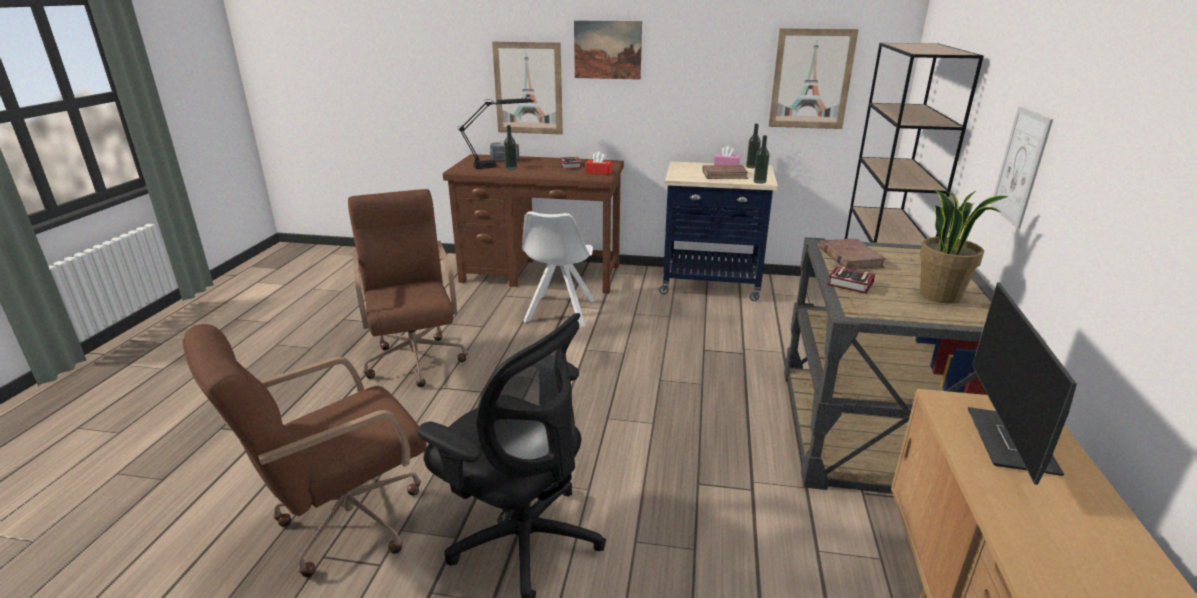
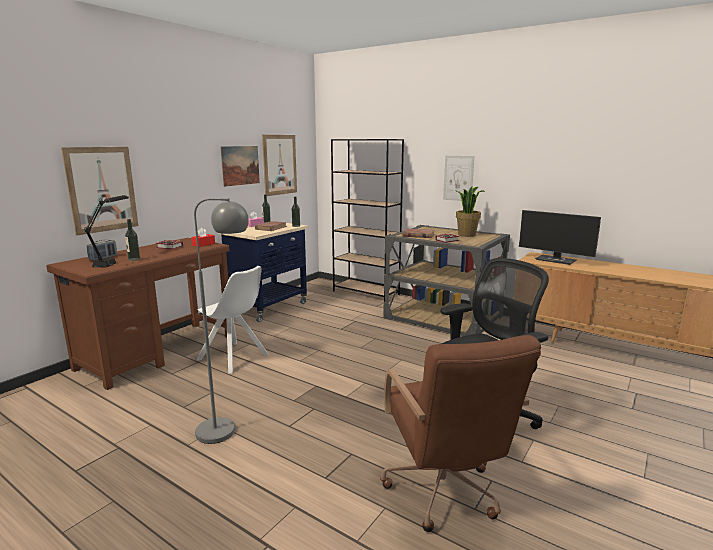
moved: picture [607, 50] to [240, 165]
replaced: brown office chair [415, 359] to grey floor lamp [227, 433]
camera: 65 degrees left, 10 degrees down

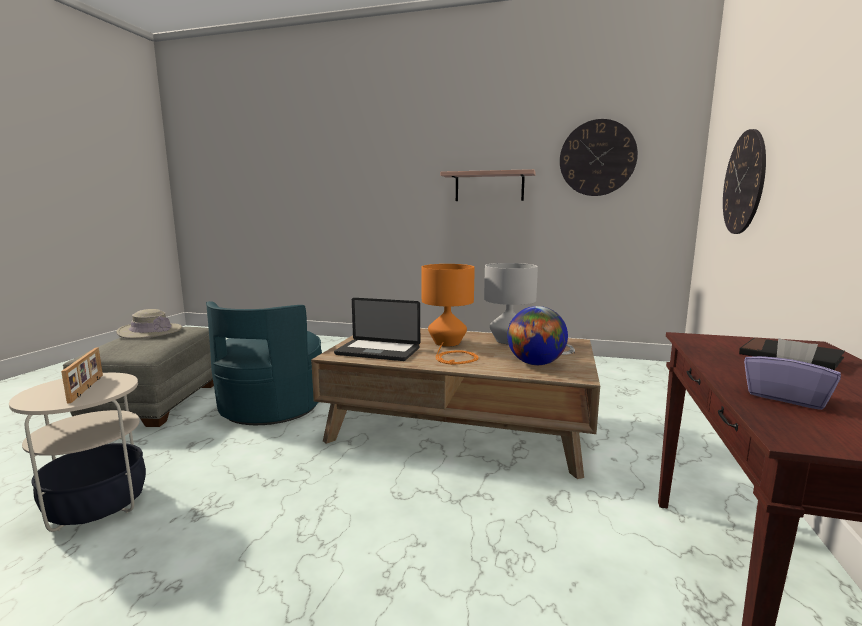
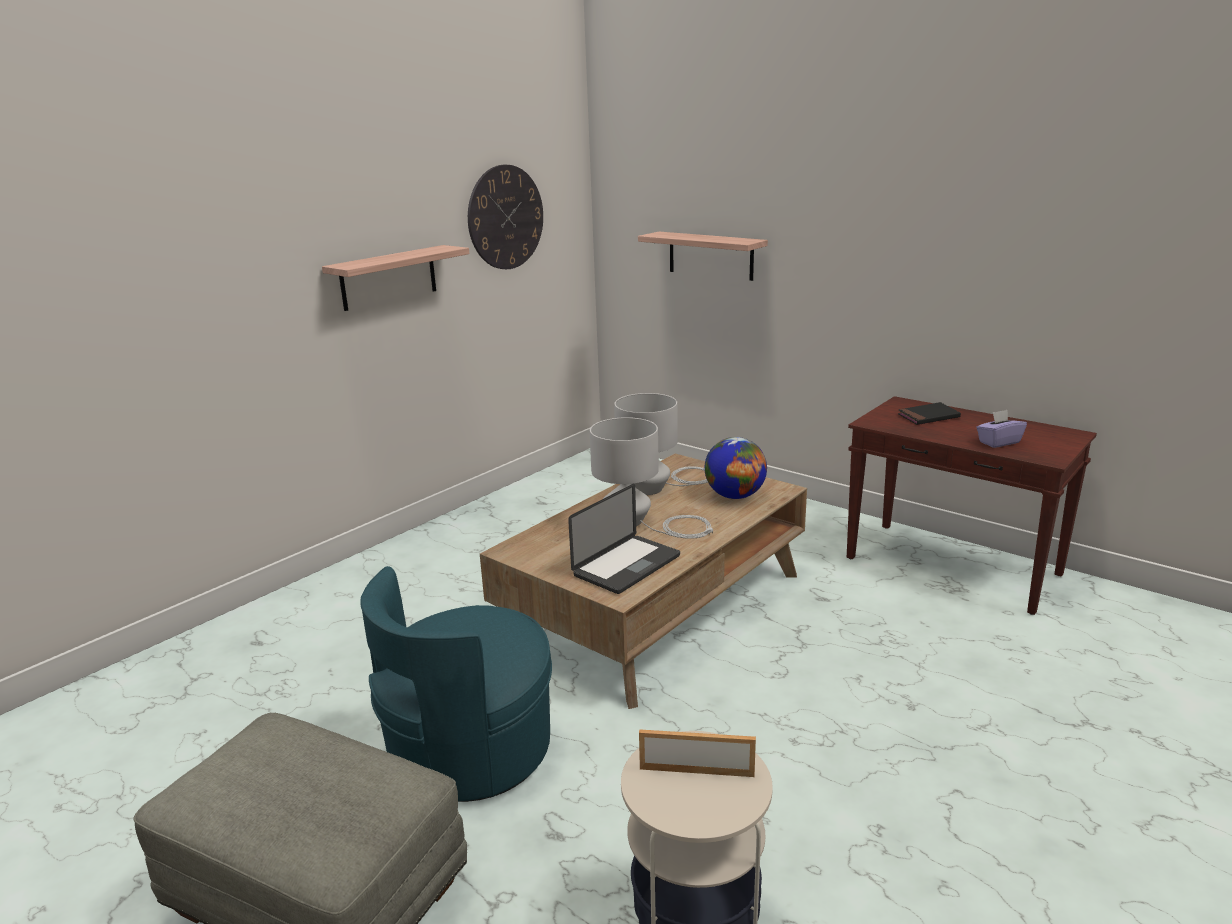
removed: beige hat [150, 331]
replaced: wall clock [744, 183] to shelf [710, 255]
recoloured: orange table lamp [450, 348] to grey table lamp [649, 523]
turned: turquoise armchair [270, 406] = [470, 748] 105 degrees clockwise
camera: 65 degrees left, 10 degrees up

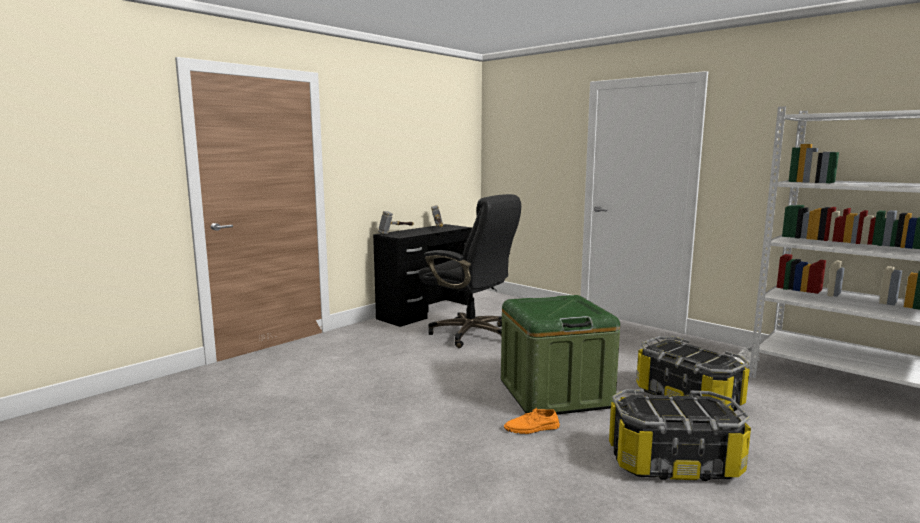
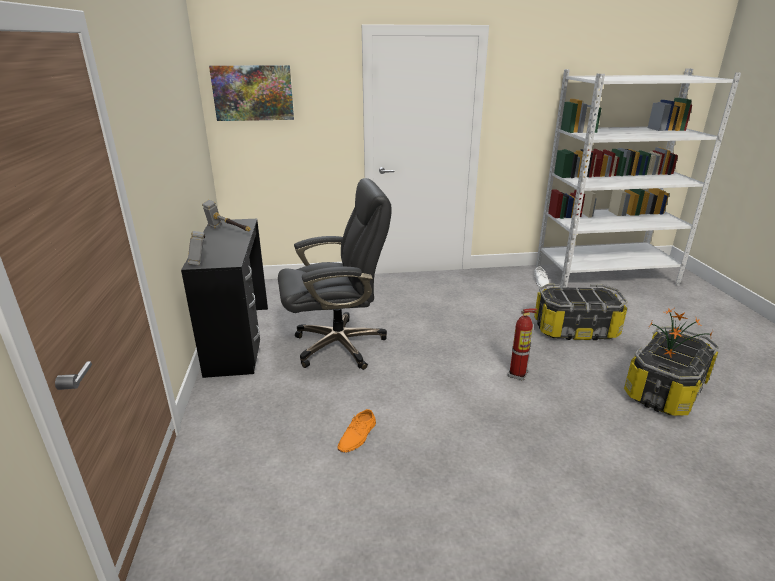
added: picture [253, 93]; potted plant [669, 352]
moved: orange shoe [532, 428] to [358, 436]
replaced: green storage box [555, 393] to fire extinguisher [517, 374]
camera: 50 degrees left, 15 degrees up

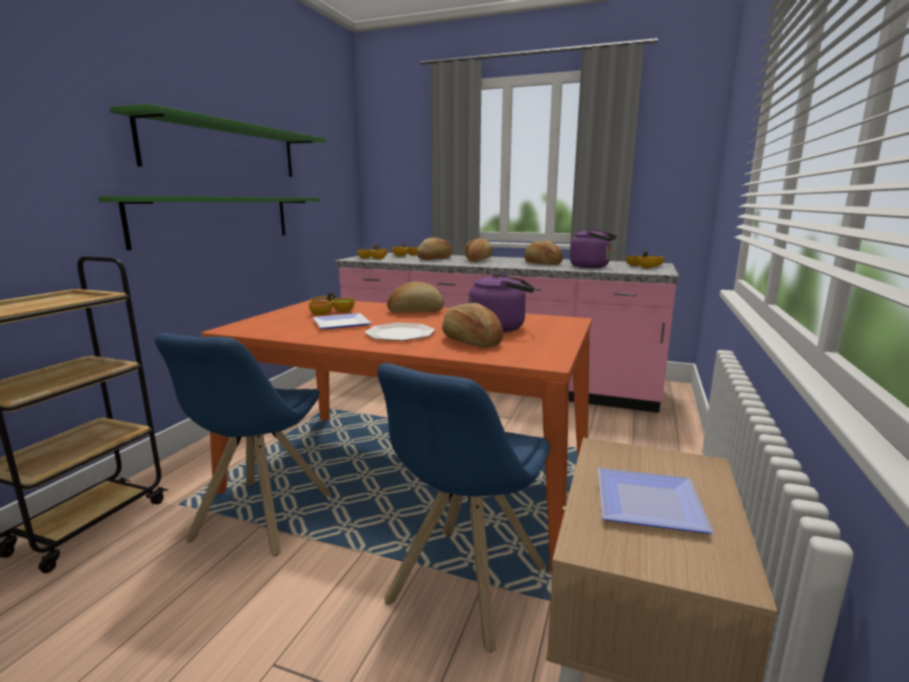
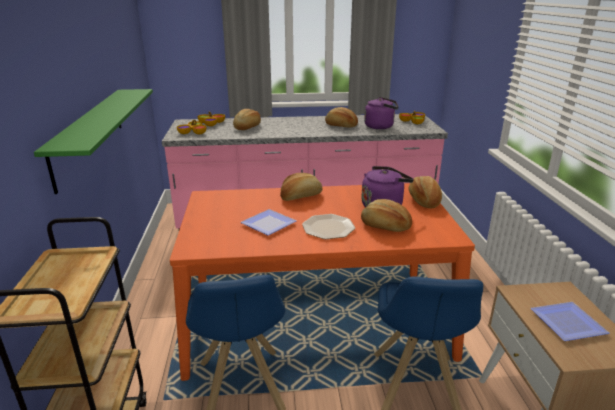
removed: green shelf [225, 149]; bowl [329, 311]
moved: bread [479, 260] to [424, 200]
camera: 25 degrees left, 10 degrees up

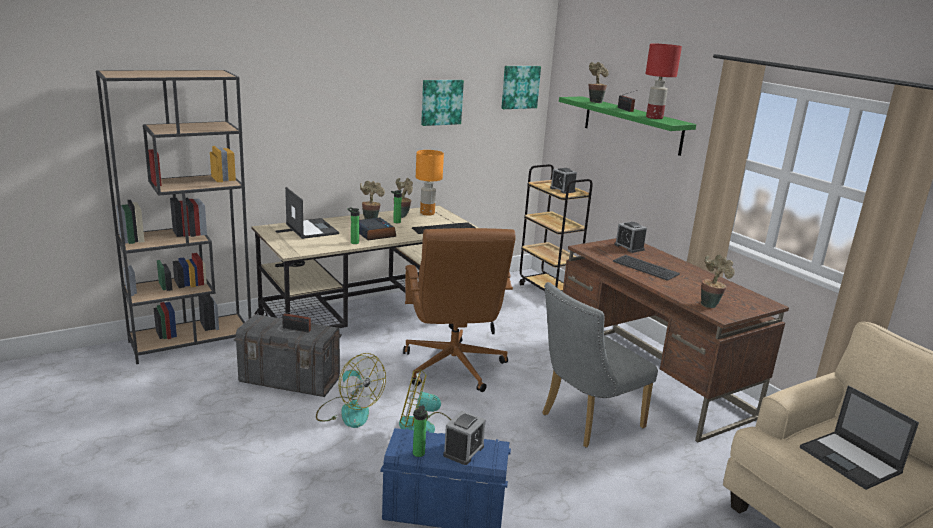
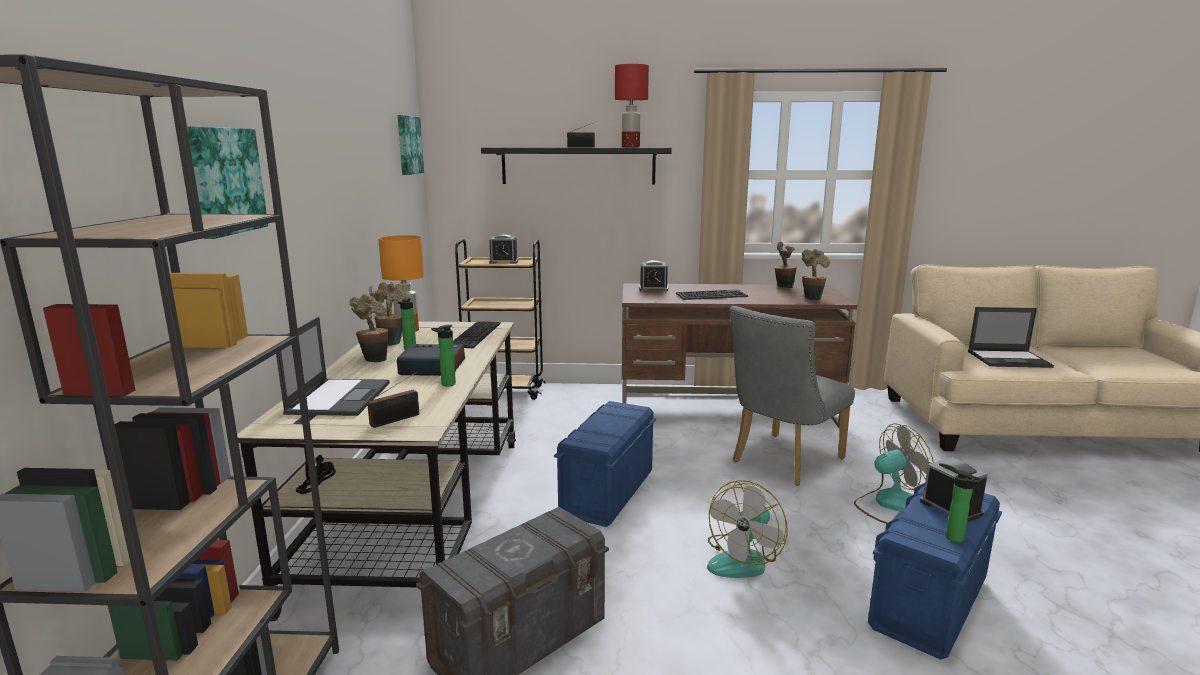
moved: picture [441, 102] to [224, 181]; radio [298, 329] to [398, 419]; potted plant [595, 102] to [783, 287]; fan [348, 411] to [890, 505]
replaced: brown office chair [453, 365] to blue storage box [607, 493]
recoloured: green shelf [632, 125] to black shelf [578, 165]
turned: laptop [311, 229] = [339, 397] 90 degrees clockwise; grey chair [586, 422] = [782, 462] 45 degrees clockwise
camera: 55 degrees left, 5 degrees down

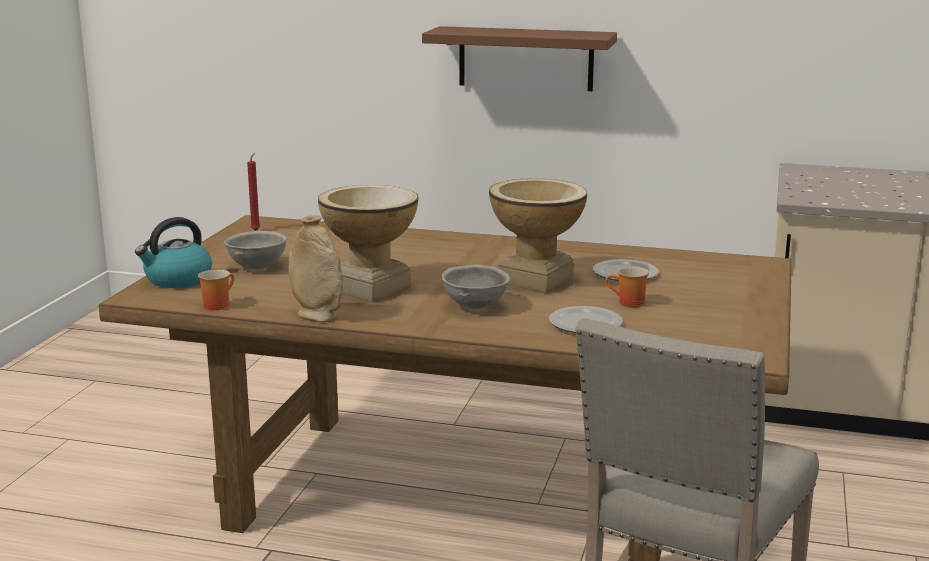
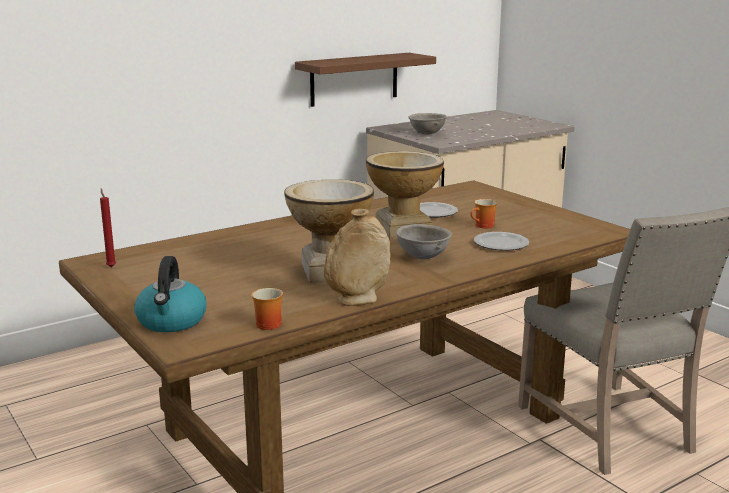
moved: brown shelf [525, 58] to [354, 79]; grey bowl [256, 267] to [426, 134]
camera: 50 degrees left, 0 degrees up

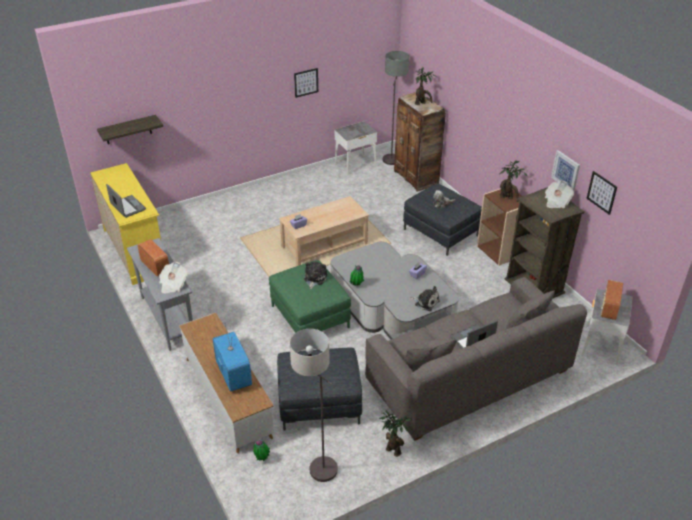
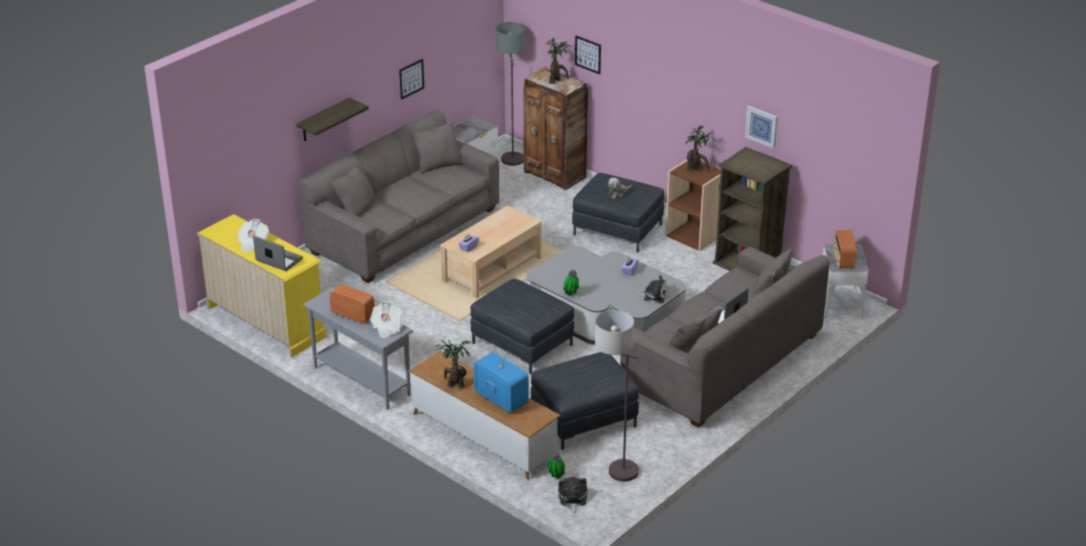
added: grey sofa [405, 231]
moved: newspaper [556, 201] to [252, 243]; shelf [128, 130] to [323, 120]; potted plant [392, 449] to [454, 385]; plush toy [314, 278] to [572, 499]; picture [602, 192] to [588, 54]
recoloured: green ottoman [309, 316] to grey ottoman [521, 344]
camera: 20 degrees left, 5 degrees down

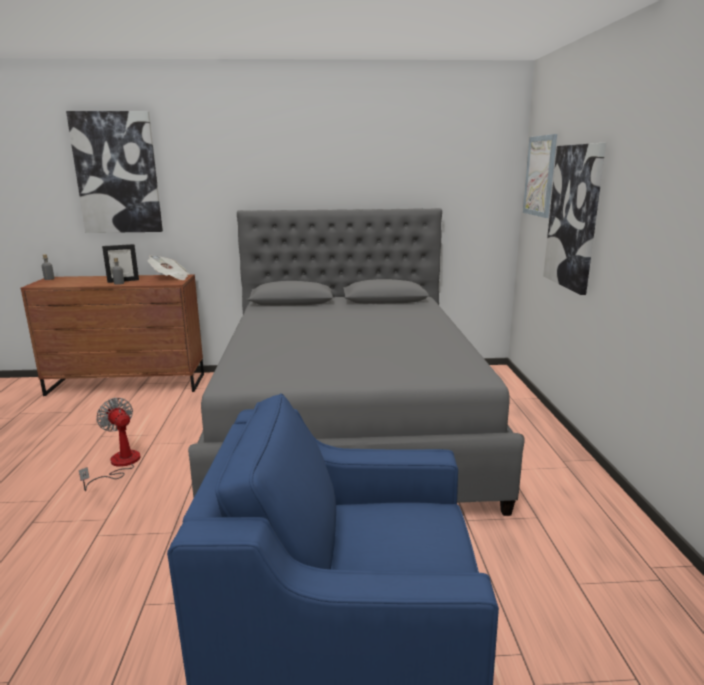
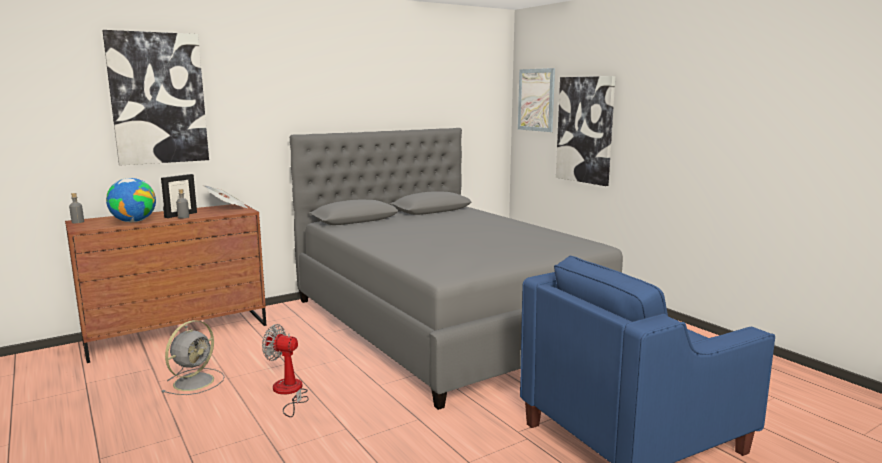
added: globe [133, 221]; grey fan [195, 381]
camera: 30 degrees left, 5 degrees down

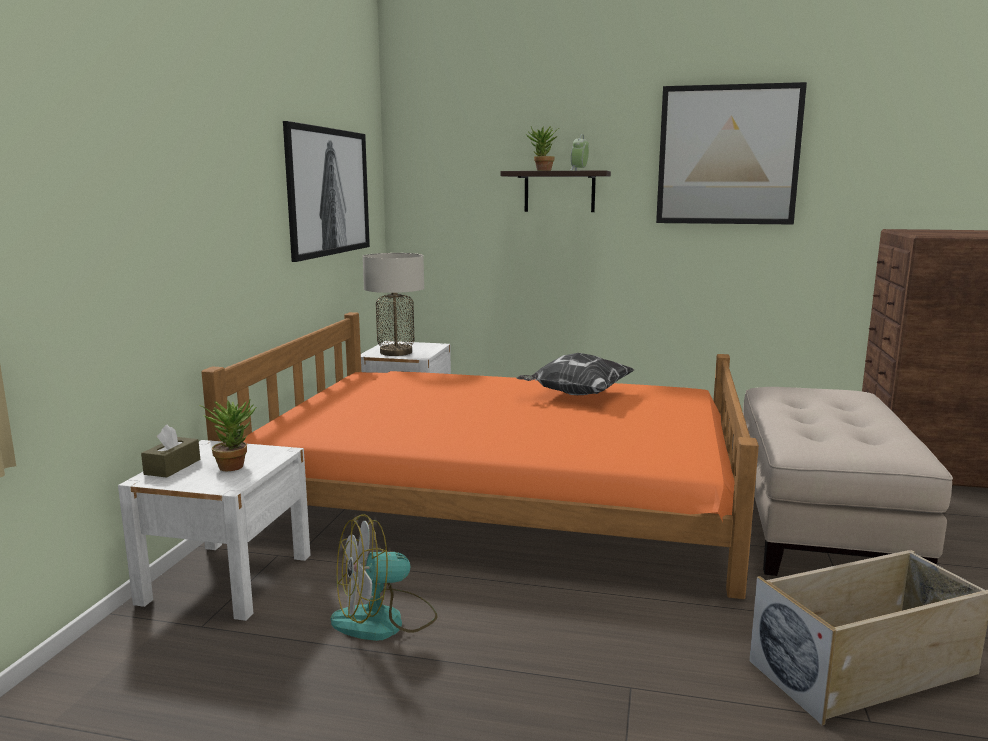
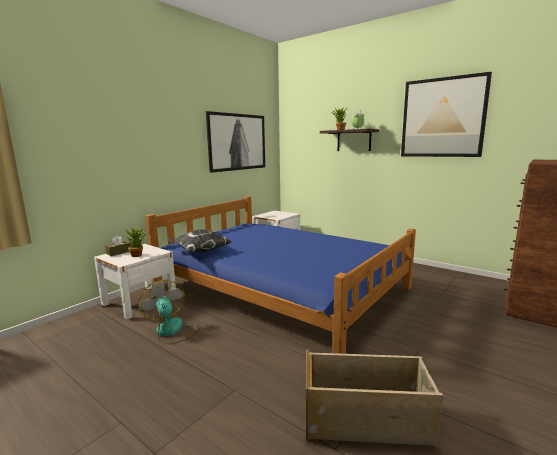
removed: table lamp [396, 352]; beige ottoman [818, 523]
moved: pillow [575, 395] to [199, 252]
recoloured: orange bed [502, 495] to blue bed [280, 286]
turned: fan [384, 620] = [172, 331] 60 degrees clockwise
camera: 25 degrees right, 0 degrees up

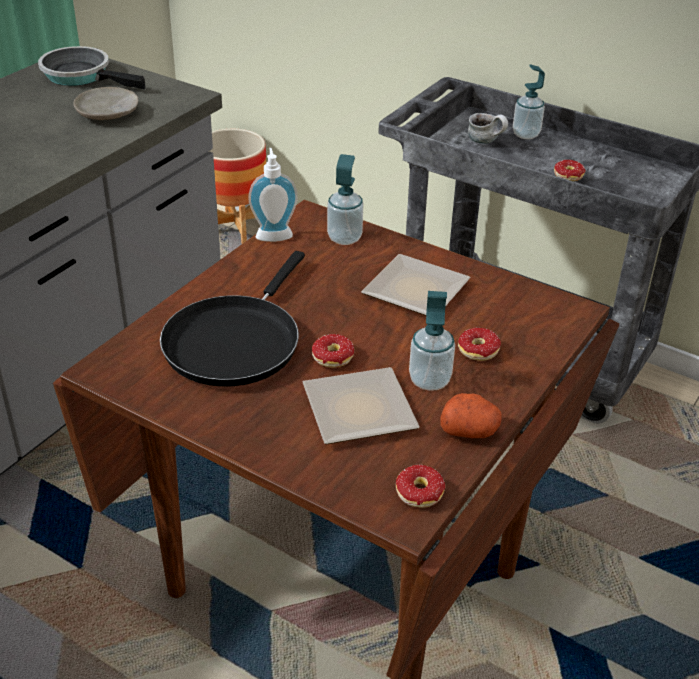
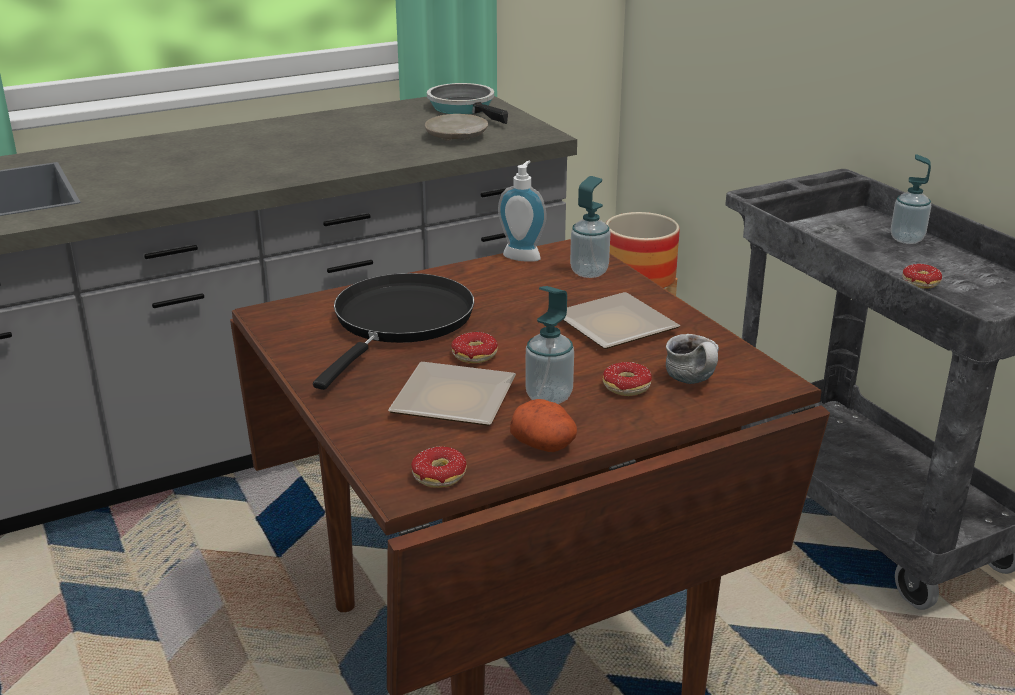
moved: mug [487, 142] to [694, 381]
turned: black frying pan [235, 341] = [400, 322] 150 degrees clockwise
camera: 30 degrees right, 10 degrees down

